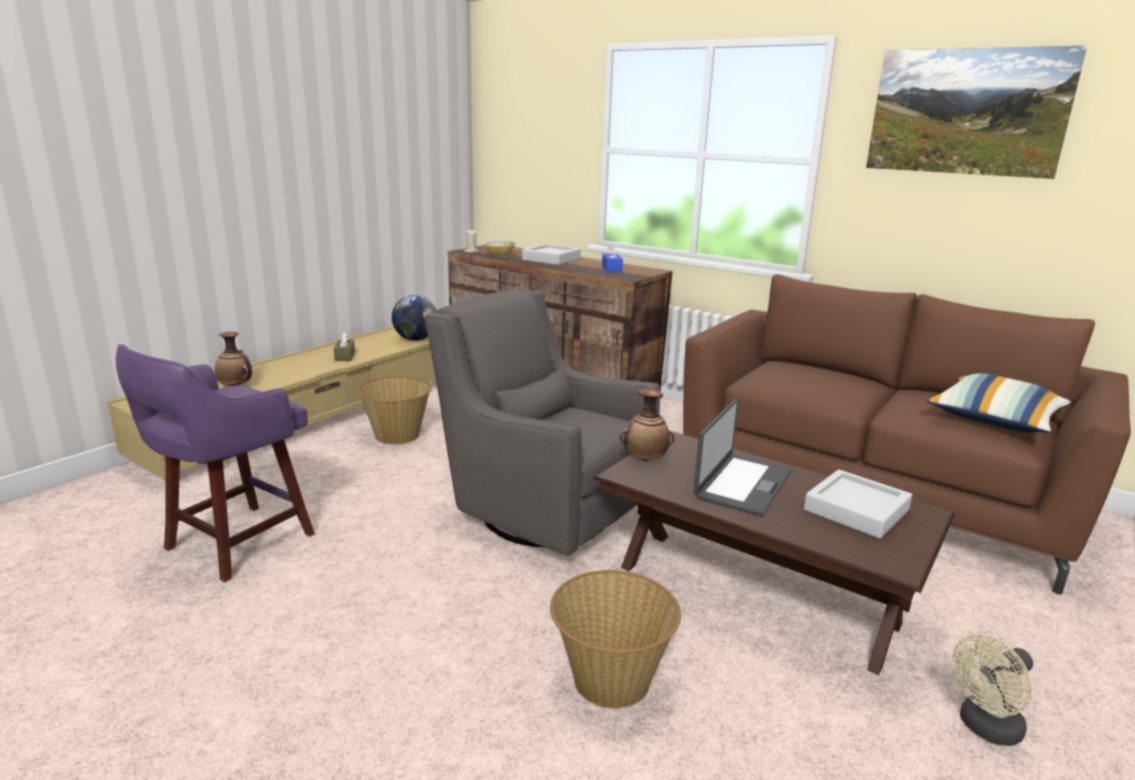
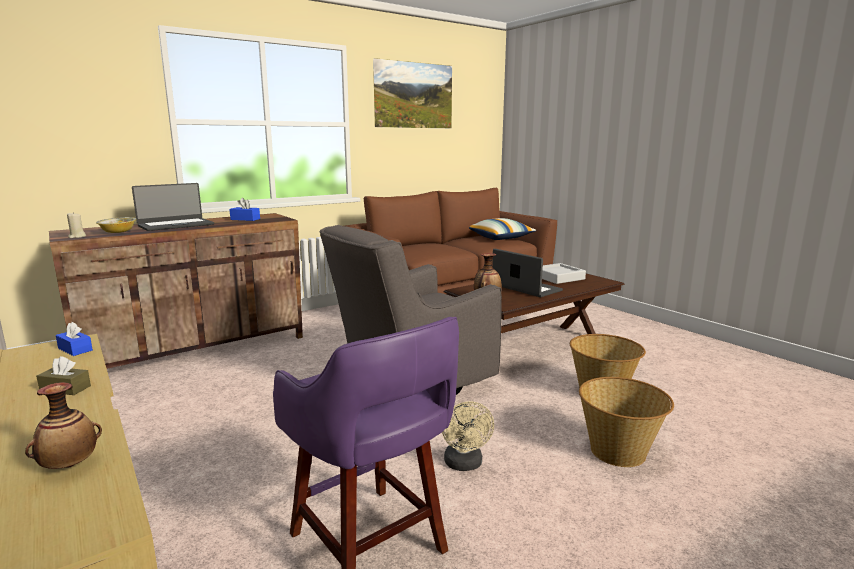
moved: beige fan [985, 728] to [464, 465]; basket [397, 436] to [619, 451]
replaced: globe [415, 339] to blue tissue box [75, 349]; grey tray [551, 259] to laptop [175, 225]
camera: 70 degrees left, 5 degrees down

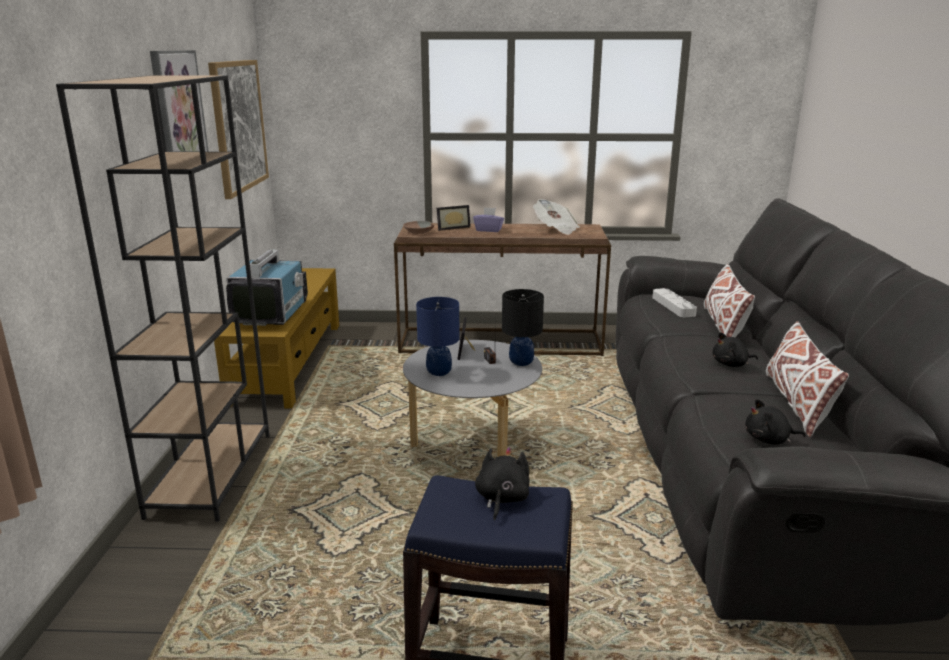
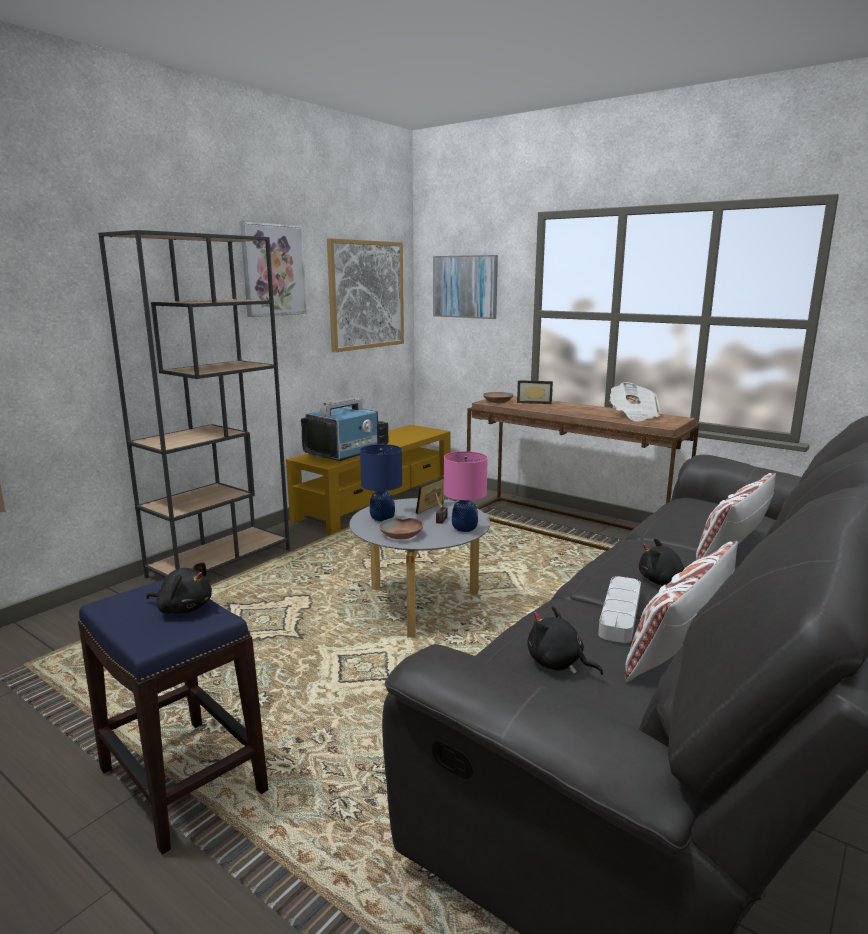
removed: purple tissue box [488, 230]
added: brown bowl [402, 534]; picture [465, 286]
moved: grey tray [673, 306] to [620, 613]
recoloured: black table lamp [520, 363] to pink table lamp [463, 529]
turned: black plush toy [501, 499] = [183, 608] 60 degrees clockwise
camera: 35 degrees right, 5 degrees down

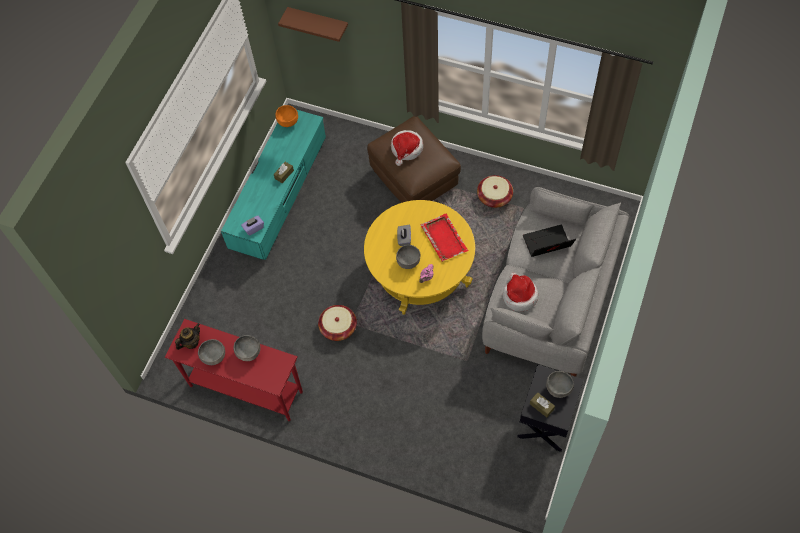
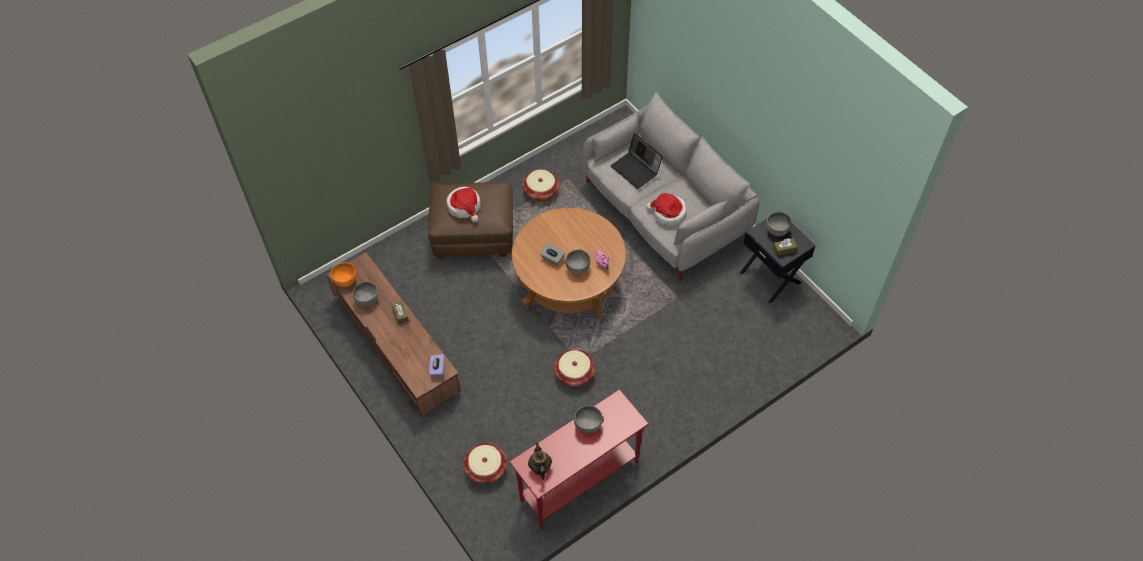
removed: brown shelf [318, 23]; red tray [444, 238]
added: basket [486, 468]
moved: grey bowl [214, 357] to [367, 300]
recoloured: turquoise tv stand [279, 194] to brown tv stand [395, 345]; yellow coffee table [420, 272] to brown coffee table [569, 283]
turned: laptop [547, 244] = [636, 170] 60 degrees counterclockwise
camera: 60 degrees left, 5 degrees down

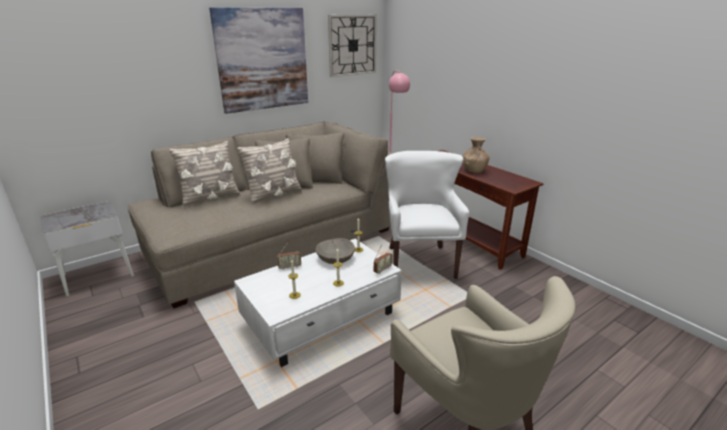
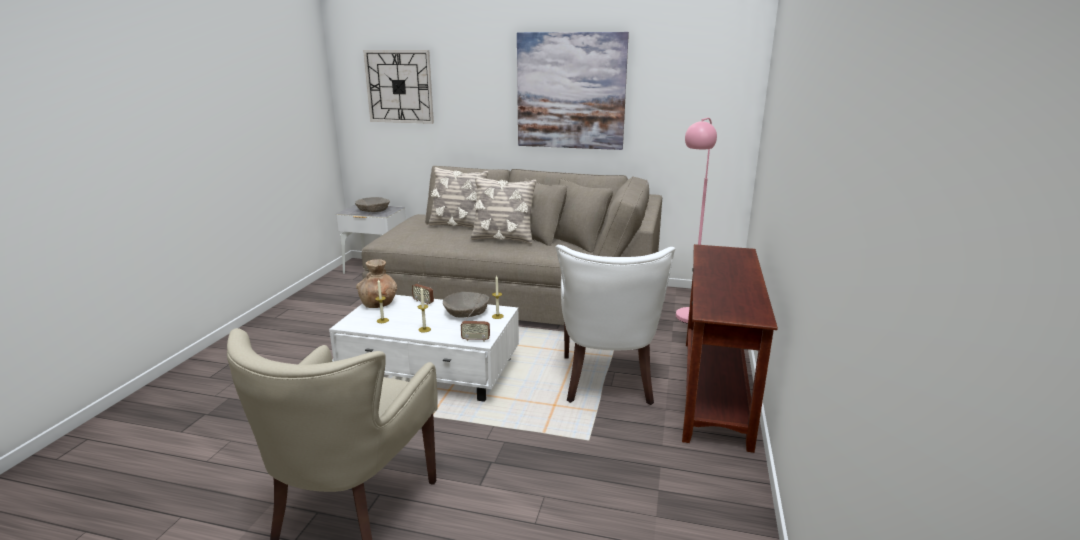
added: beige bowl [373, 210]
moved: brown vase [473, 170] to [379, 304]; wall clock [352, 45] to [399, 87]
turned: white armchair [420, 261] = [607, 381] 135 degrees clockwise
camera: 50 degrees right, 5 degrees down

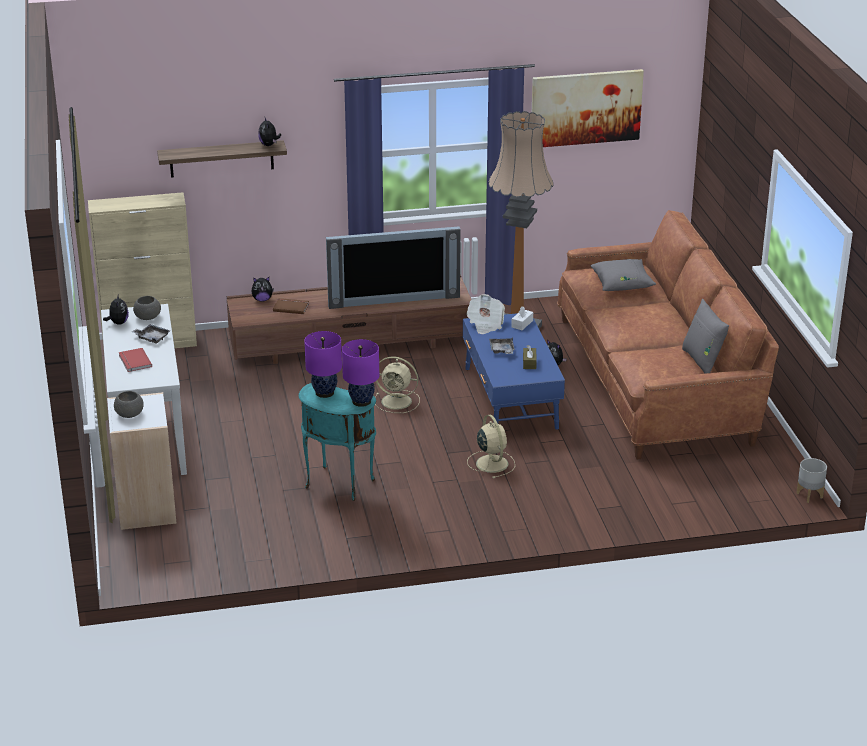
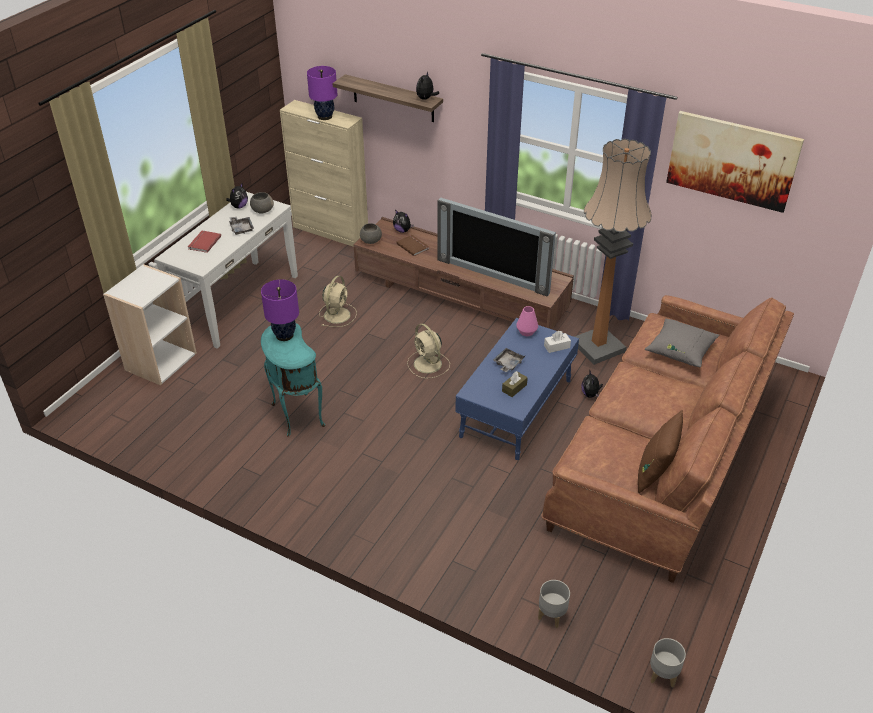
added: grey planter [551, 616]
moved: purple table lamp [361, 401] to [325, 116]; beige fan [491, 463] to [337, 314]; grey bowl [129, 414] to [370, 241]
replaced: newspaper [485, 324] to pink vase [526, 332]
recoloured: grey pillow [702, 362] to brown pillow [655, 473]
camera: 40 degrees right, 10 degrees up

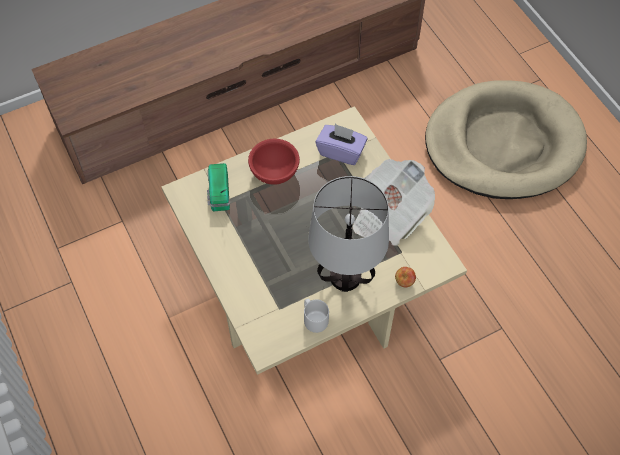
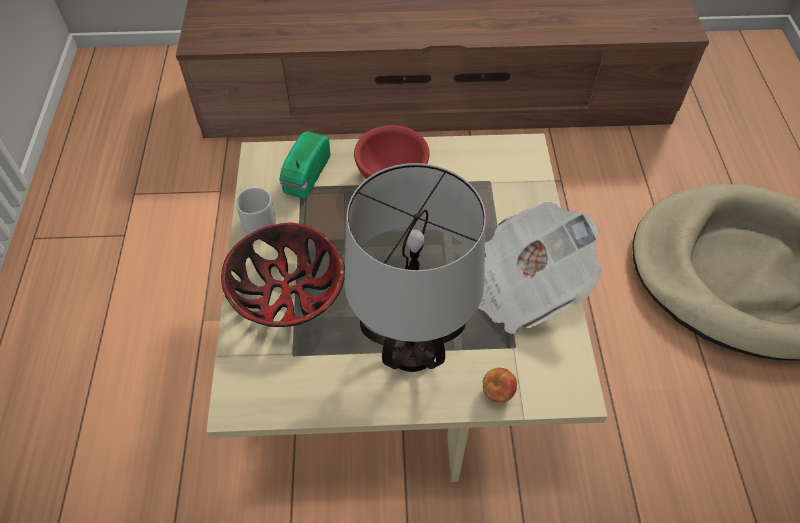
removed: purple tissue box [341, 152]
added: bowl [288, 293]
moved: grey mug [314, 319] to [259, 220]
camera: 25 degrees right, 5 degrees down

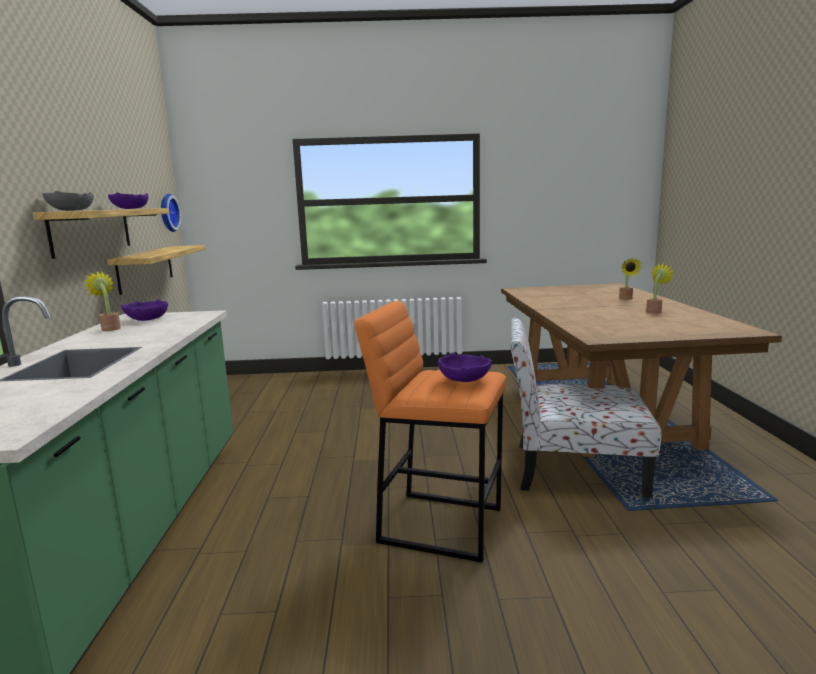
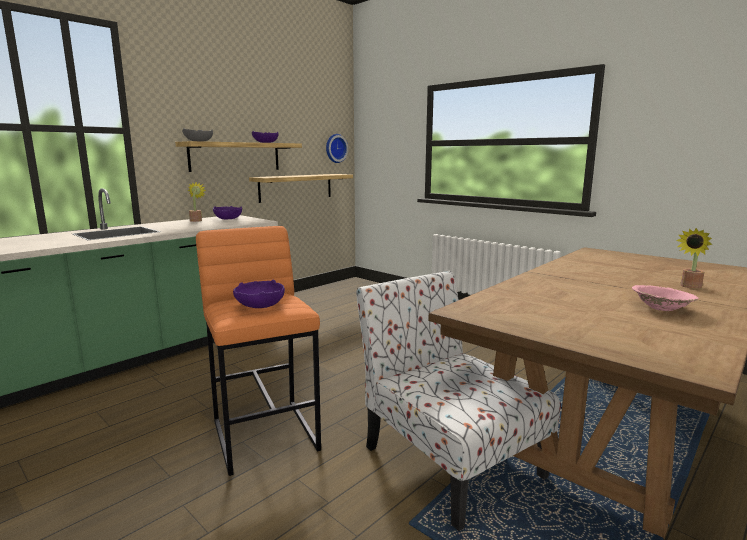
replaced: potted plant [655, 311] to pink bowl [661, 308]
camera: 45 degrees right, 0 degrees up

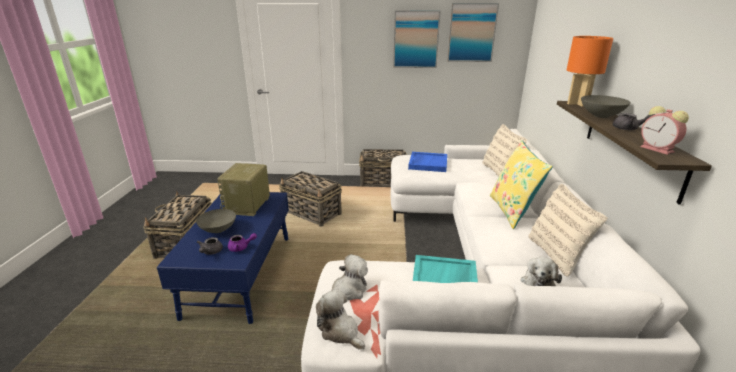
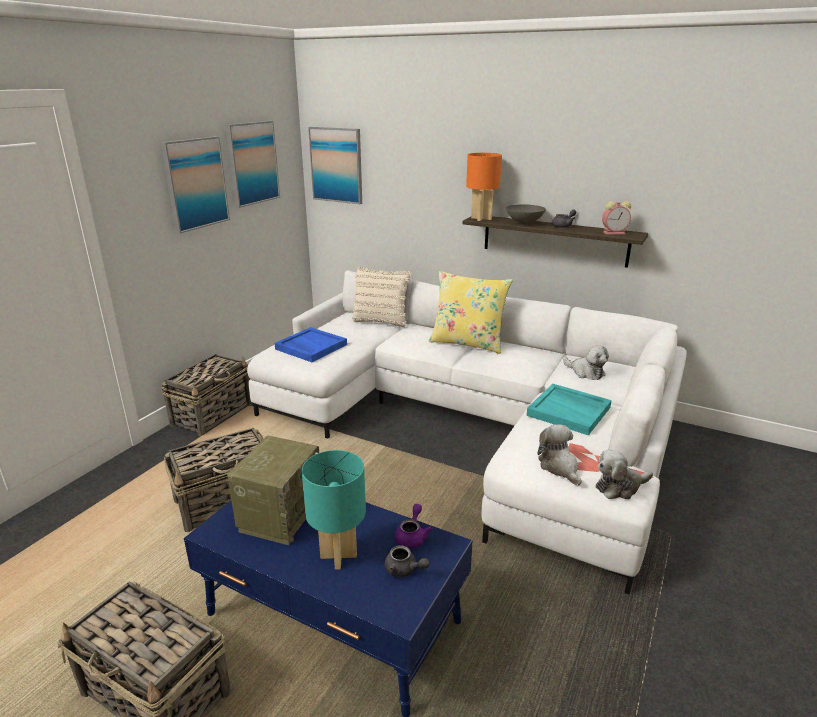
removed: beige pillow [556, 256]
added: picture [336, 165]
replaced: grey bowl [218, 230] to turquoise table lamp [339, 555]
turned: radio [247, 206] = [281, 514] 105 degrees counterclockwise
camera: 65 degrees left, 0 degrees up

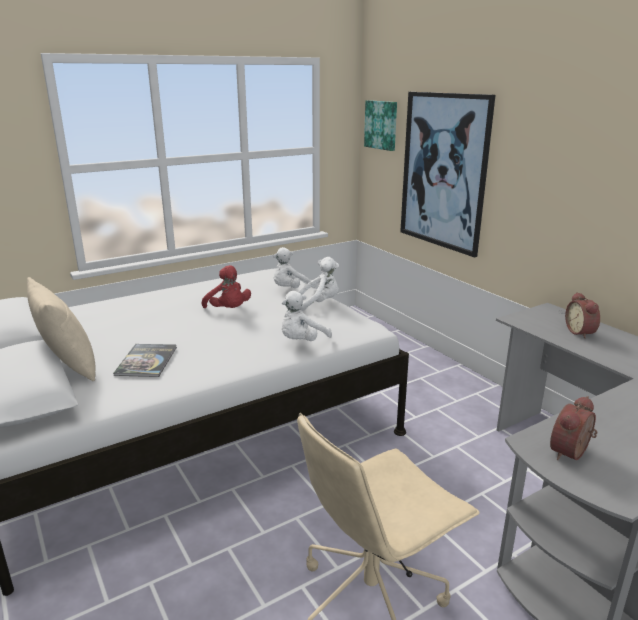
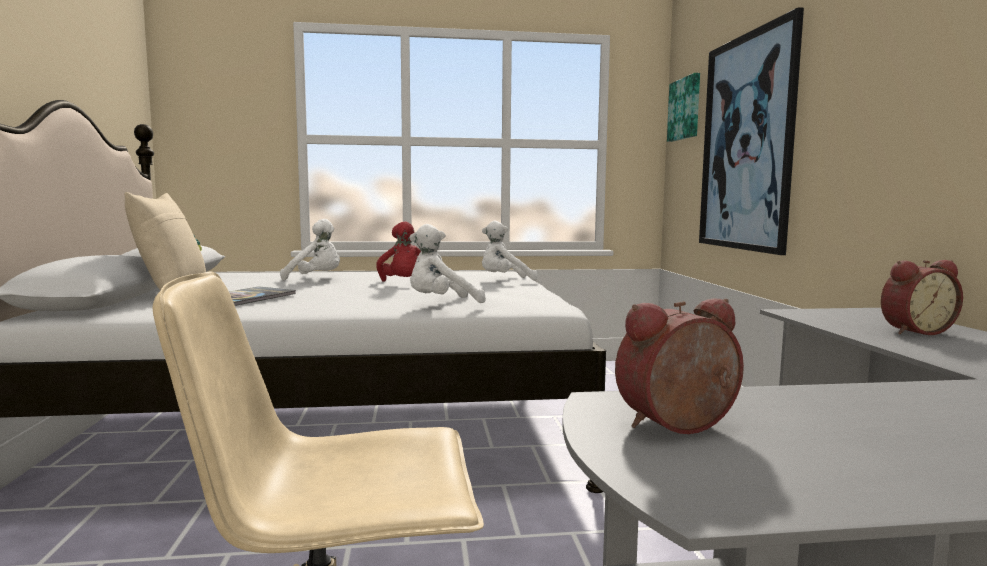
moved: white plush toy [319, 303] to [317, 279]
turned: alarm clock [581, 332] = [914, 331] 120 degrees counterclockwise
camera: 25 degrees right, 15 degrees down

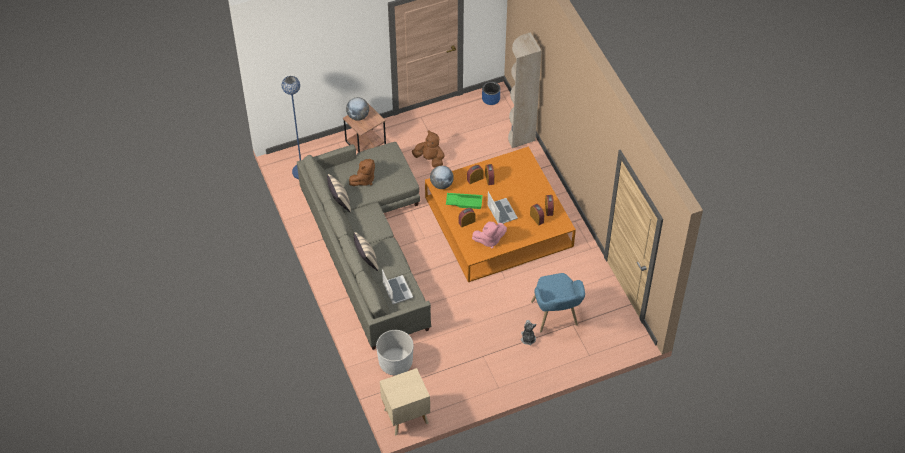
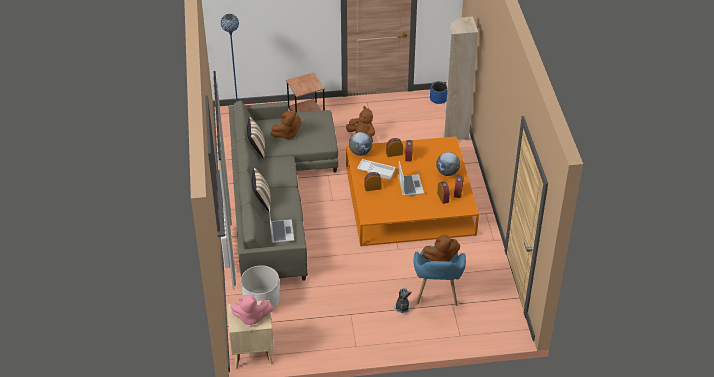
added: brown plush toy [440, 258]
moved: pink plush toy [489, 240] to [251, 318]; globe [358, 116] to [447, 172]
recoloured: green tray [464, 202] to white tray [377, 171]
camera: 15 degrees right, 10 degrees down

